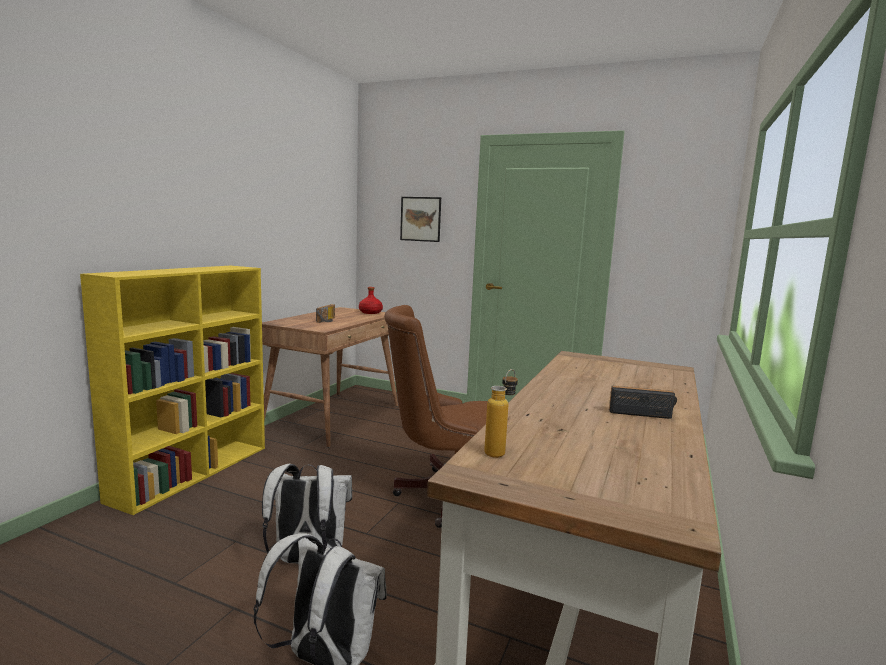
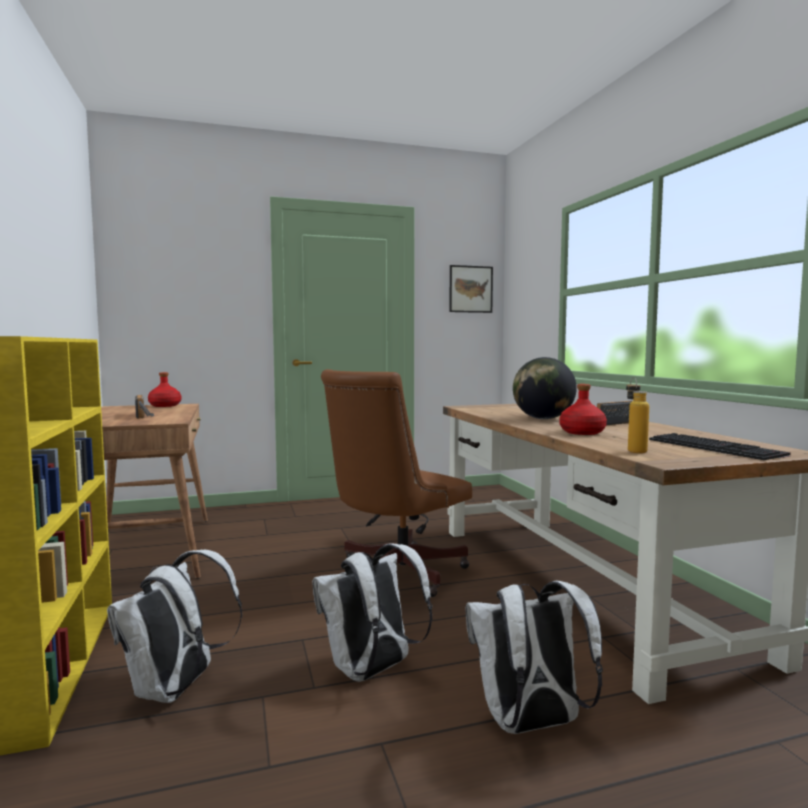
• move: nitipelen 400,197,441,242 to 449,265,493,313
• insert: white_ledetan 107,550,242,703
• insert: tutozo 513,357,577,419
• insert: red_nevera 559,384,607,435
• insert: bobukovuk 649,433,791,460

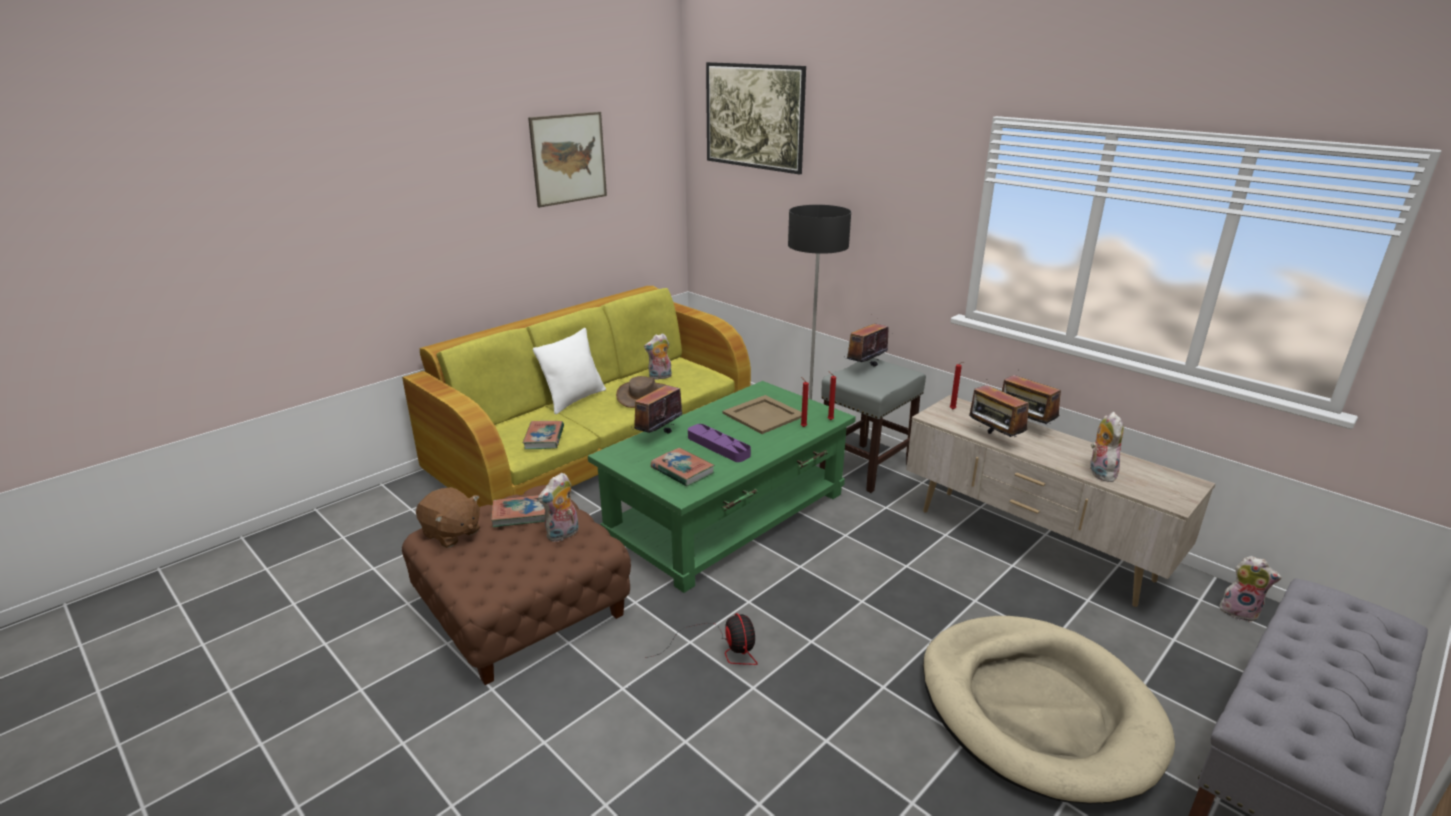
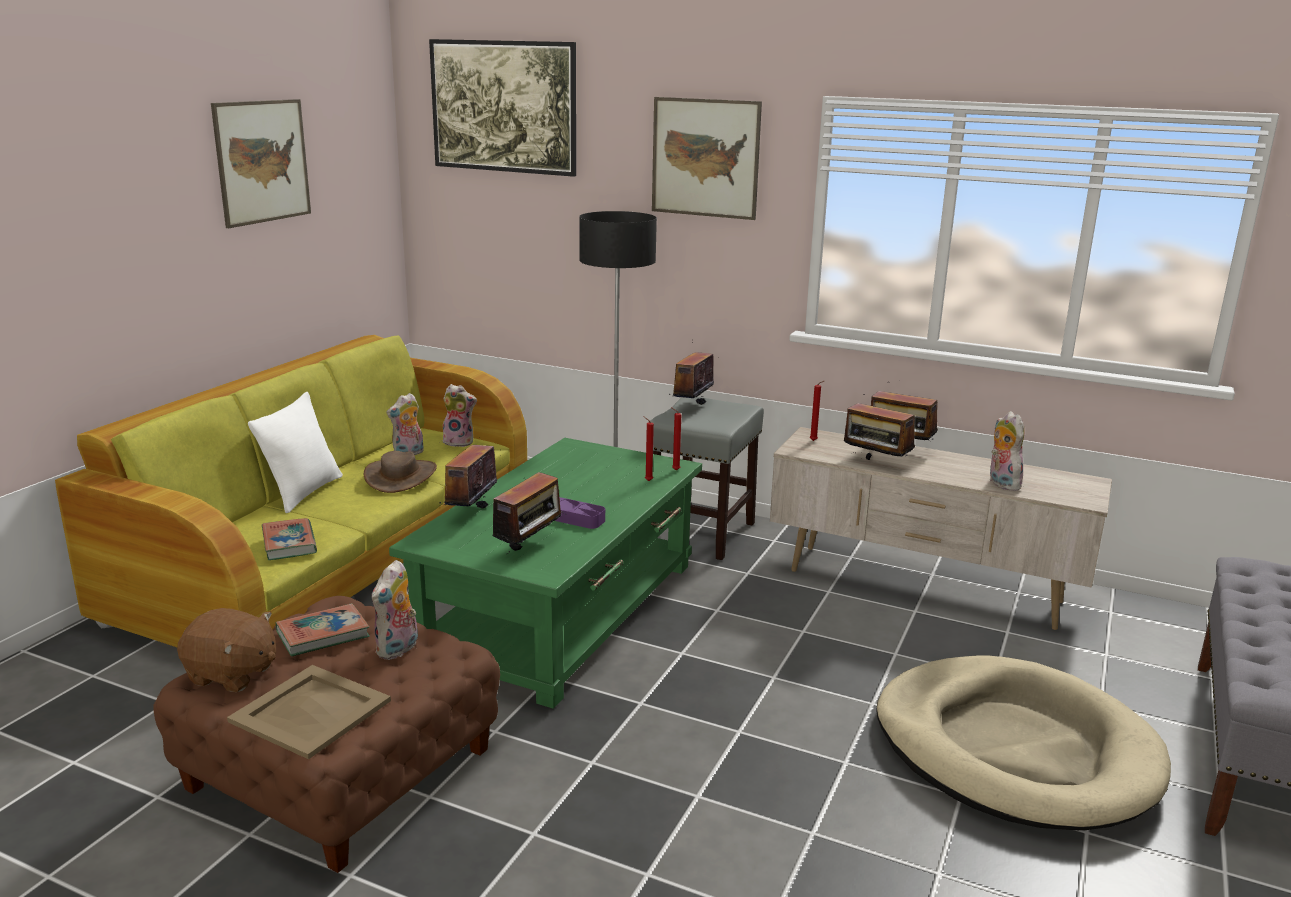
• delete: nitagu 645,613,758,665
• replace: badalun 651,448,715,487 to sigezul 485,472,566,554
• move: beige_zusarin 723,395,802,434 to 227,665,391,759
• move: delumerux 1219,556,1282,622 to 443,384,477,447
• insert: nitipelen 652,97,762,220

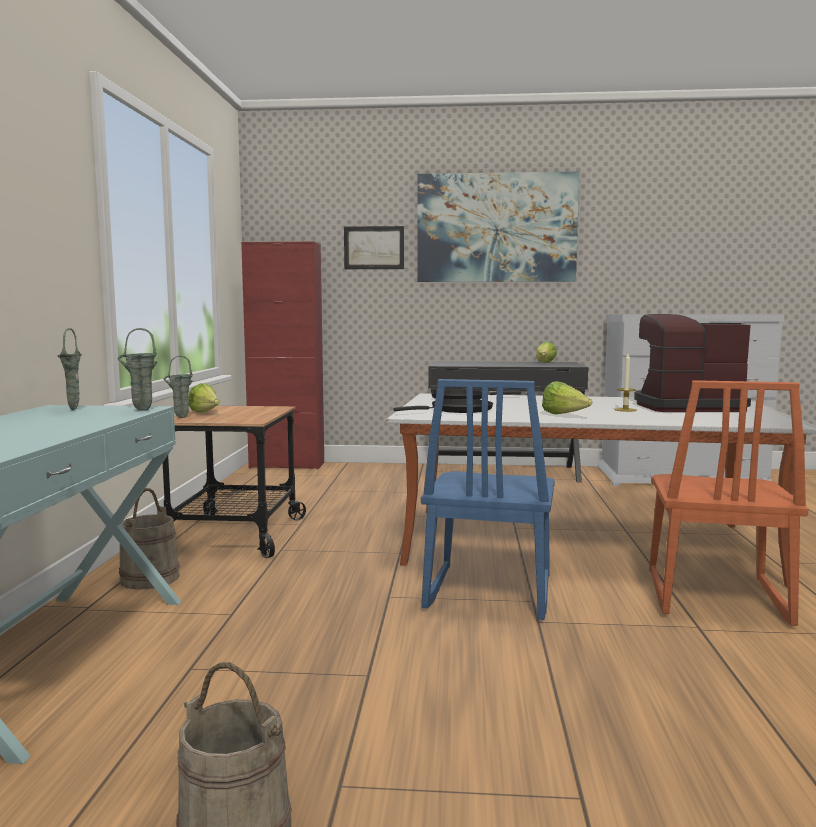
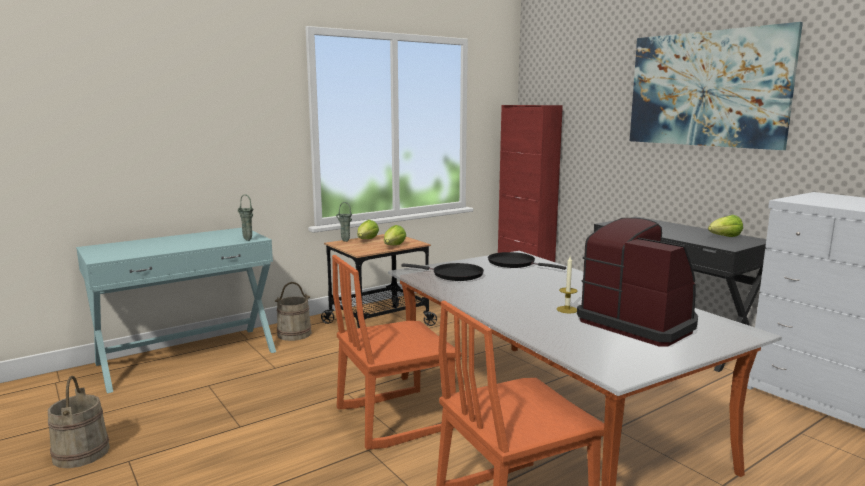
• delete: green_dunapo 57,328,82,410
• delete: nitipelen 344,226,404,269
• recolor: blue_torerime 421,379,555,620 to orange_torerime 332,255,462,450
• move: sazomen 542,381,592,414 to 384,225,406,245

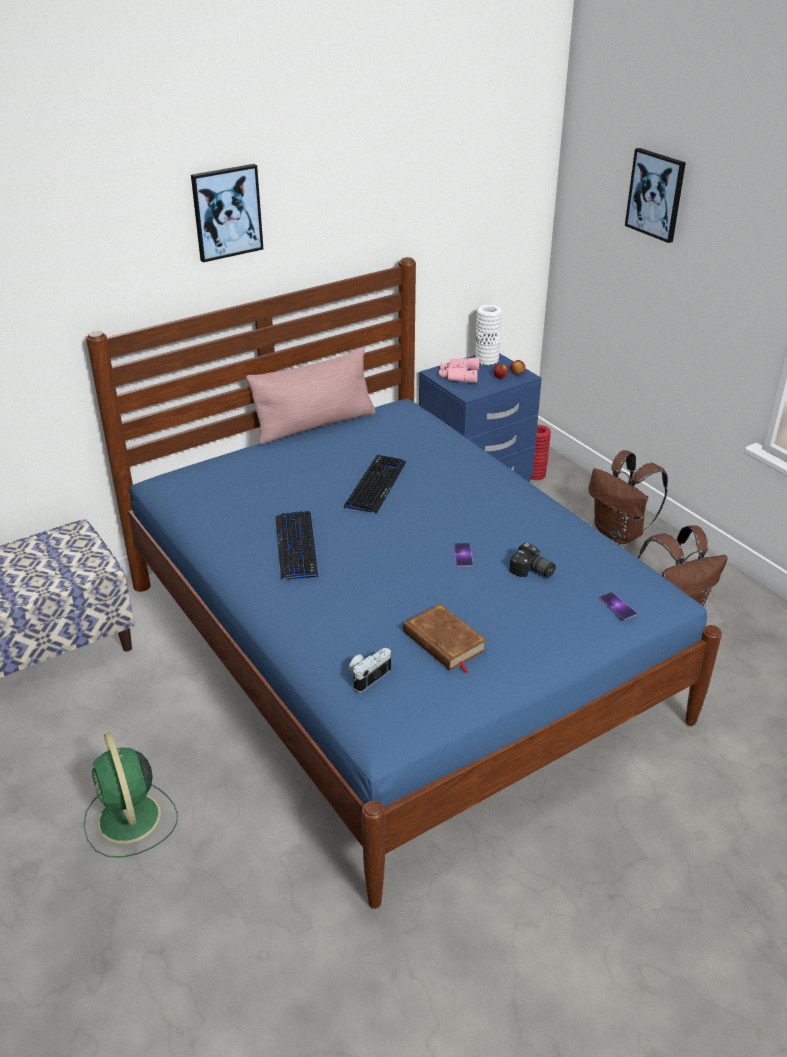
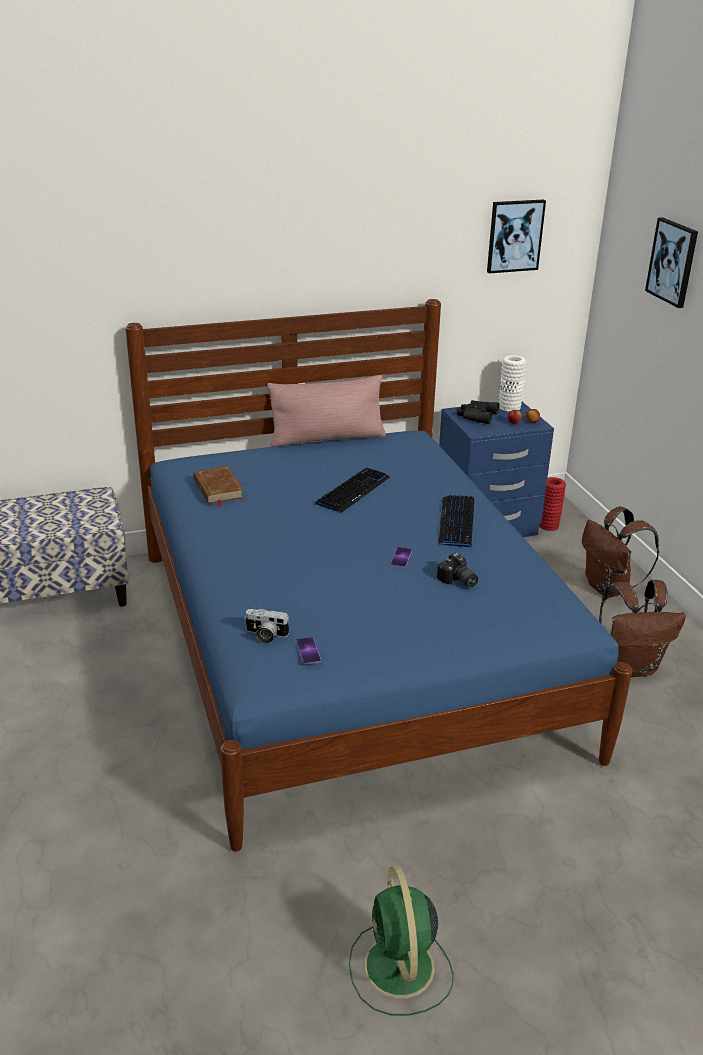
• move: green_nitagu 83,732,178,858 to 349,866,454,1016
• move: nitipelen 191,164,263,262 to 487,199,546,273
• move: bobukovuk 275,511,318,579 to 439,495,474,548
• rotate: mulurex 349,648,391,692 = 246,609,290,643 135 degrees counterclockwise
• move: brown_badalun 403,604,487,674 to 194,466,244,507
• recolor: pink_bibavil 439,357,479,383 to black_bibavil 457,400,500,424
• move: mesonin 599,592,637,620 to 296,637,321,664

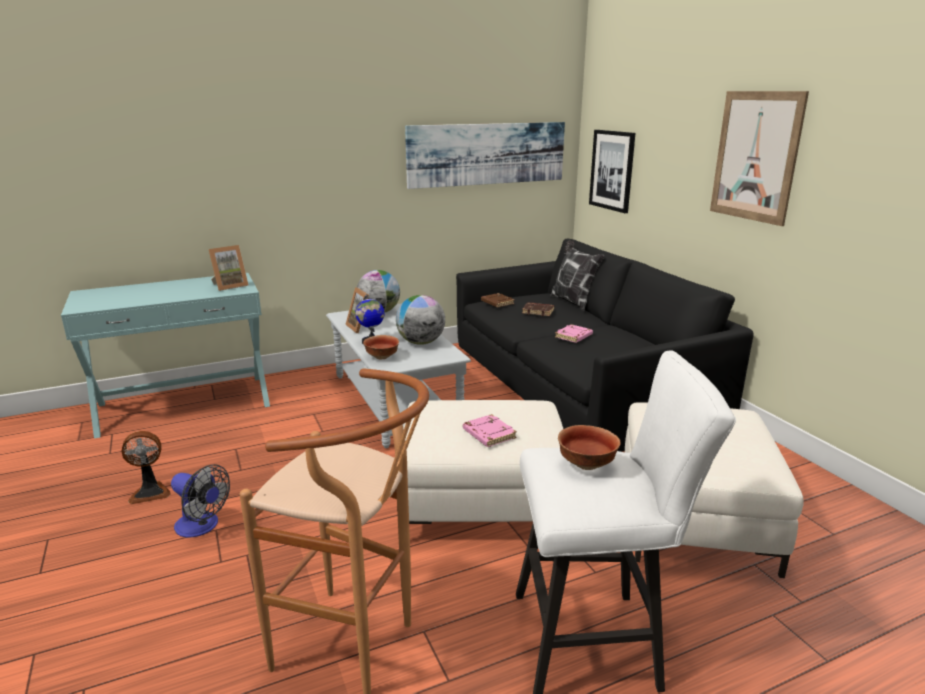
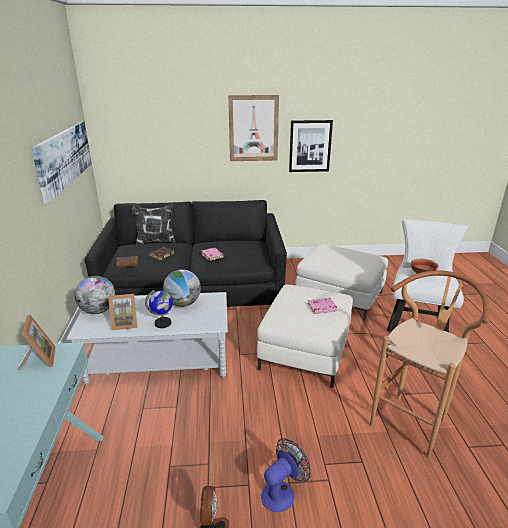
• delete: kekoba 363,335,399,359
• move: nitipelen 589,130,635,213 to 289,120,333,172

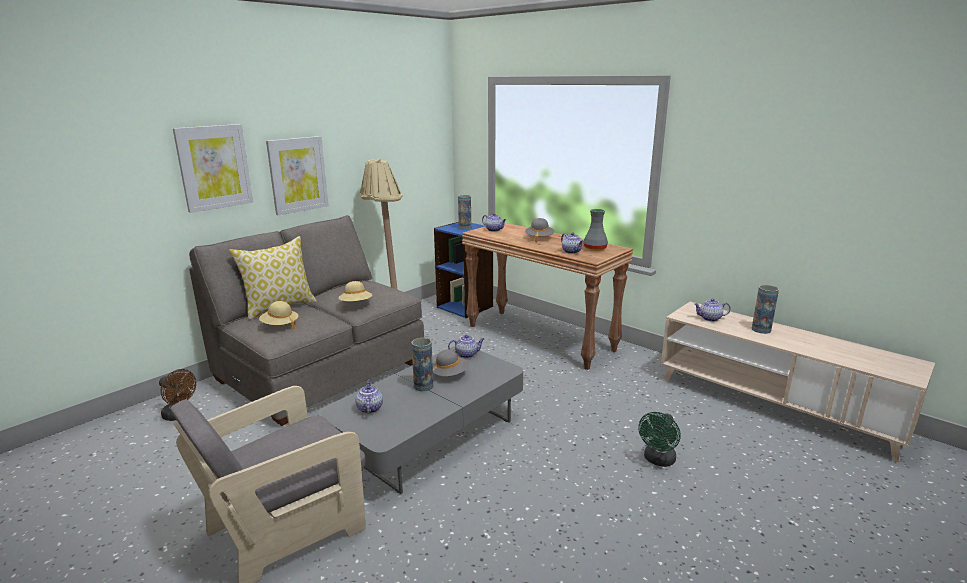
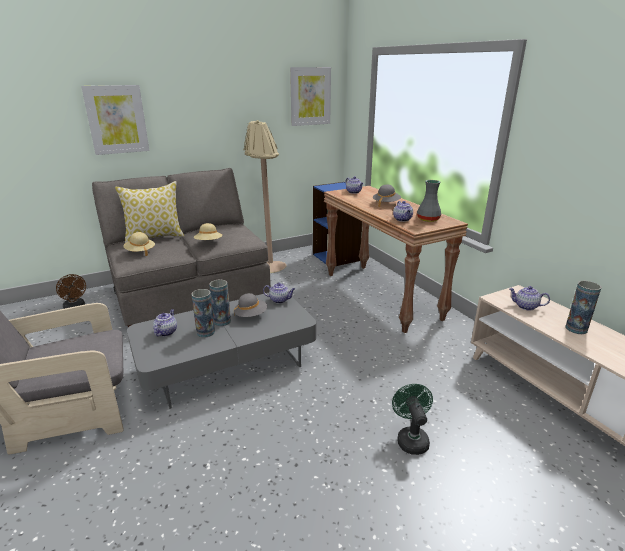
• move: nitipelen 266,136,329,215 to 290,67,331,126
• move: dunapo 458,195,471,230 to 191,289,215,338
• rotate: green_nitagu 638,412,681,467 = 392,384,433,455 120 degrees clockwise

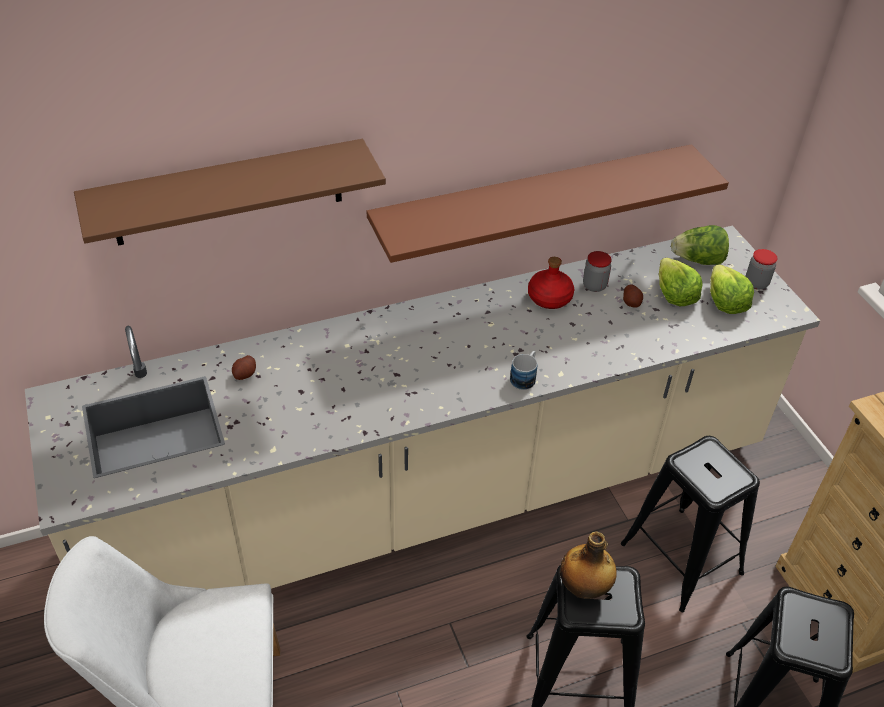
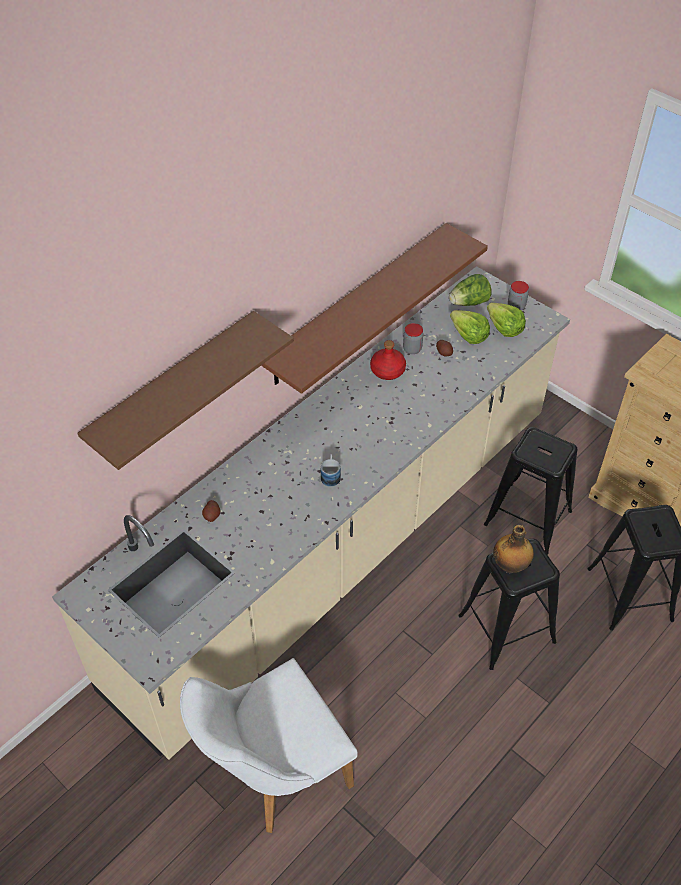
• move: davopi 510,351,537,390 to 321,454,341,487

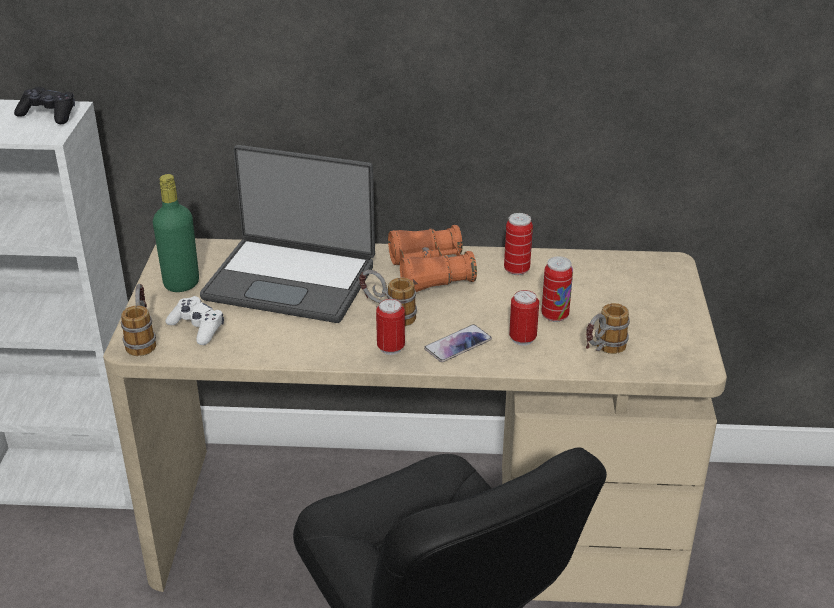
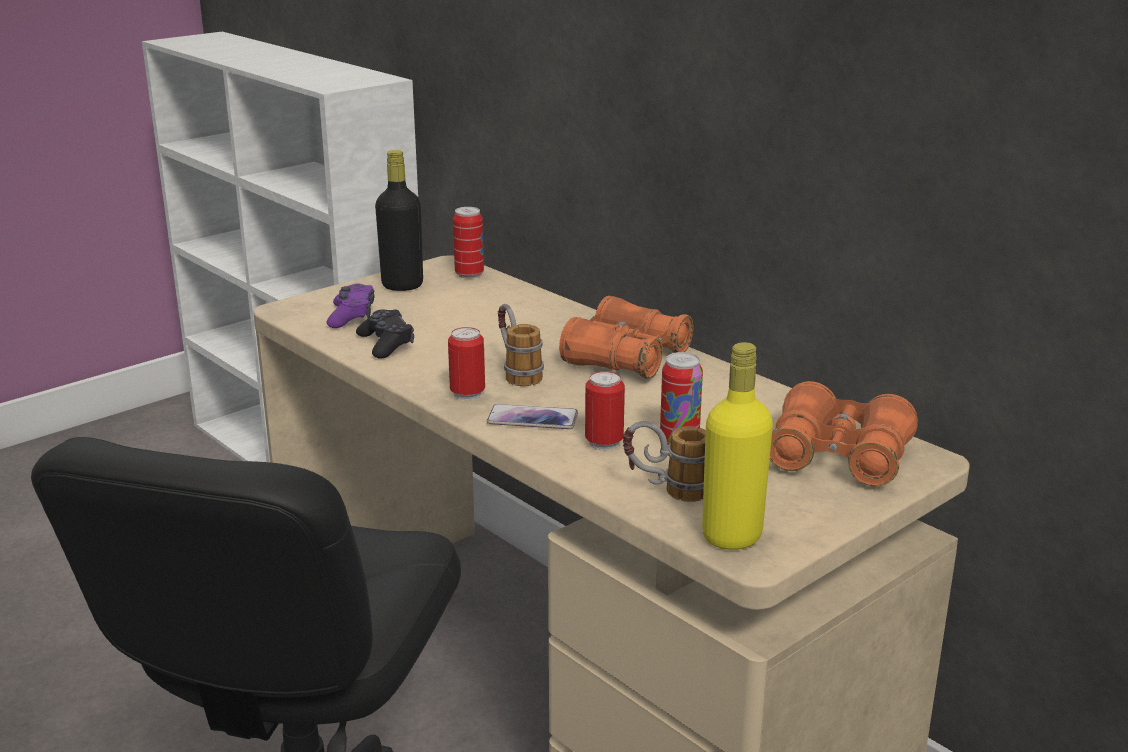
• move: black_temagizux 14,87,75,124 to 356,309,414,359
• delete: davopi 121,284,156,356
• recolor: green_nevera 153,174,199,292 to black_nevera 375,150,423,291
• recolor: white_temagizux 165,296,224,345 to purple_temagizux 327,283,374,328
• delete: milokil 200,145,375,323
• move: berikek 504,213,533,275 to 453,207,484,278
• insert: yellow_nevera 702,342,773,550
• insert: orange_bibavil 770,381,918,487

